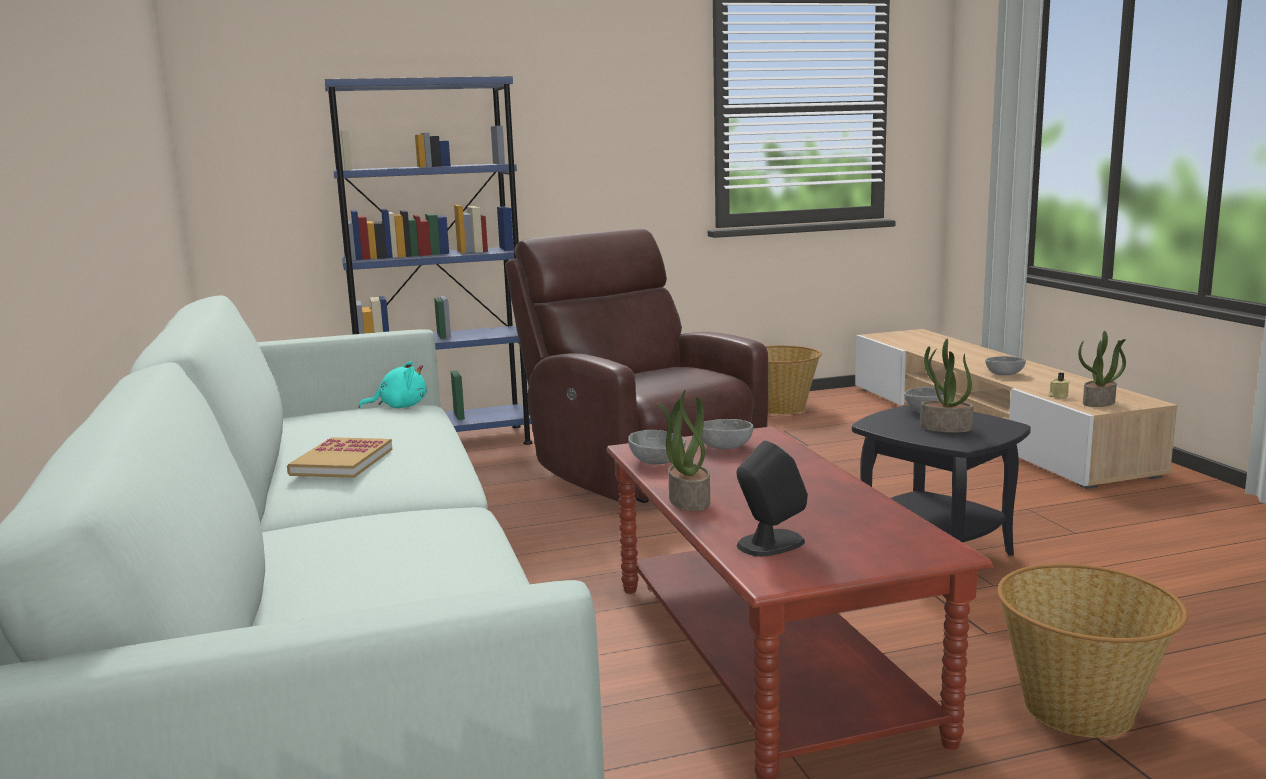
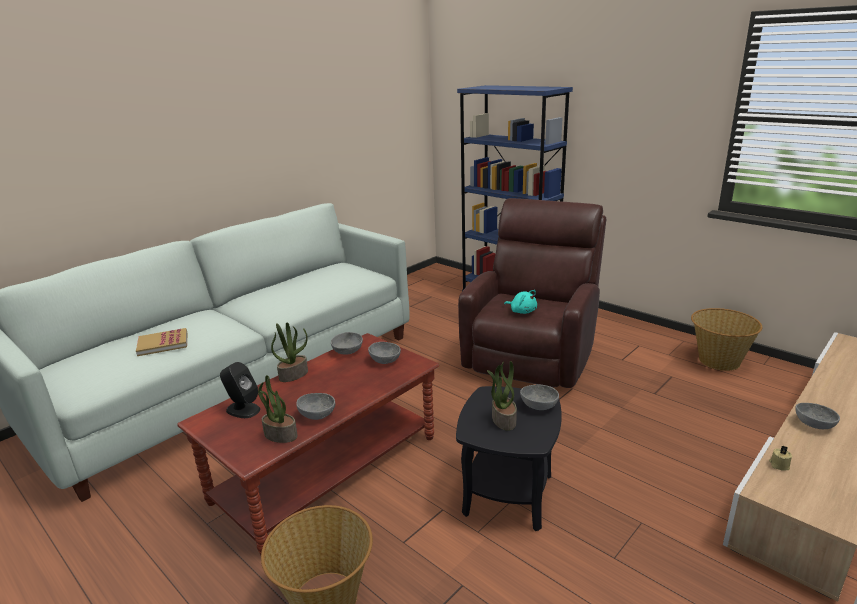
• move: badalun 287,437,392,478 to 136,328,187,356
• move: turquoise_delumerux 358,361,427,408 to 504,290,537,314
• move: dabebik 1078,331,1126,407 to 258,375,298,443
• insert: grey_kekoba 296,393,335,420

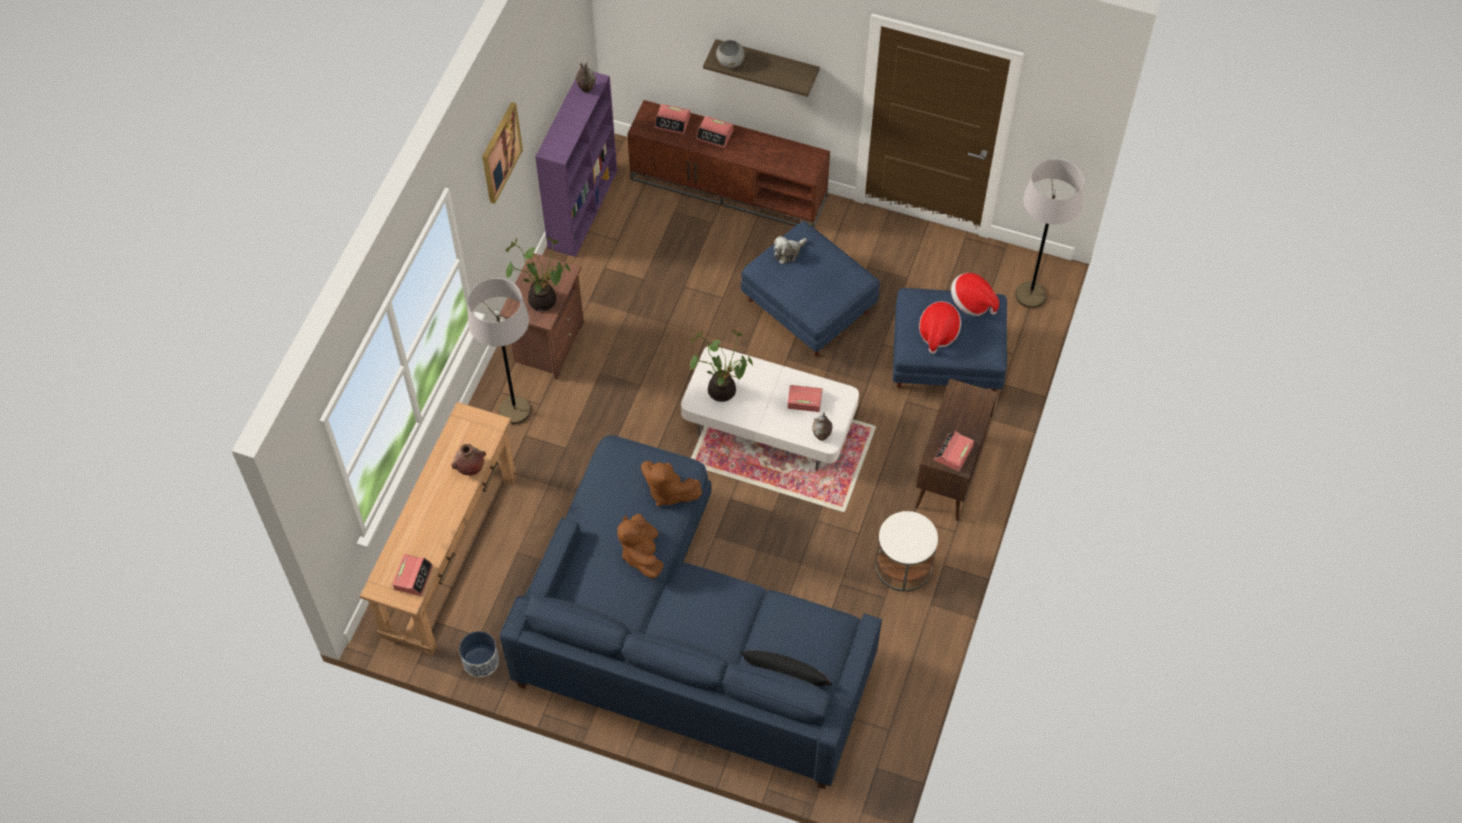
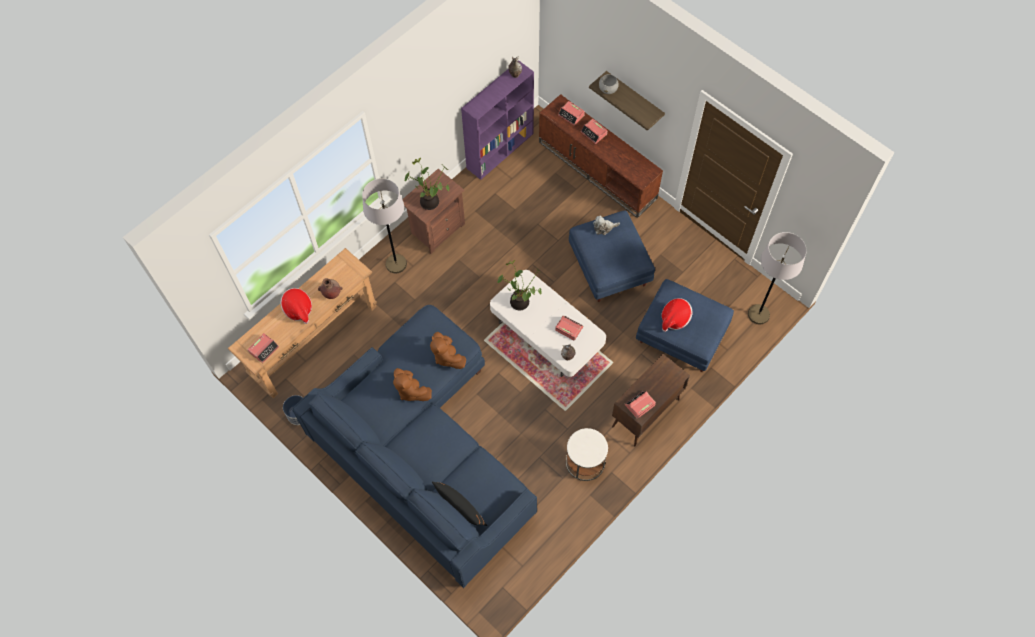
• delete: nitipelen 482,102,523,204
• rotate: brown_delumerux 617,514,663,578 = 393,368,432,401 60 degrees counterclockwise
• move: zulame 951,273,999,316 to 280,288,312,324

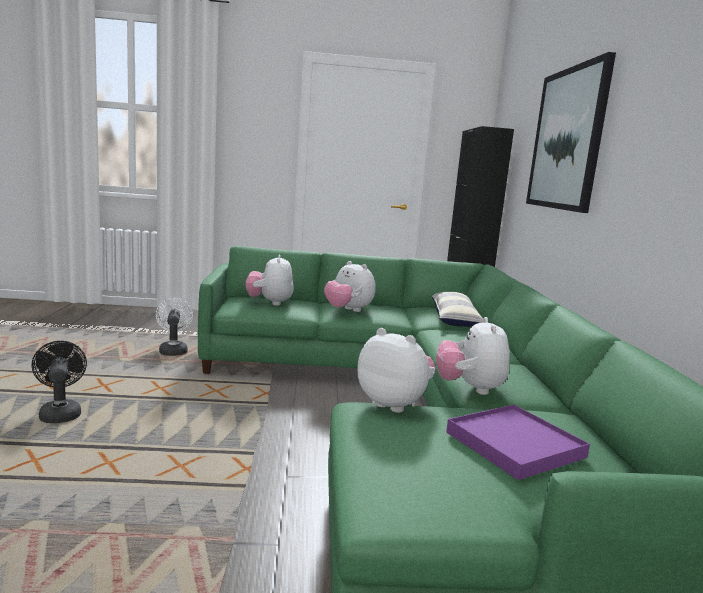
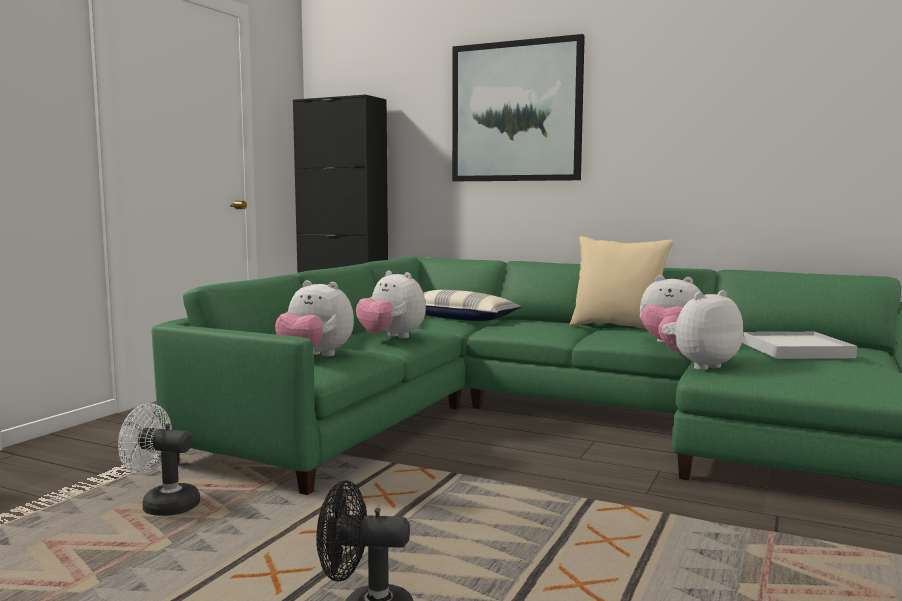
• rotate: delumerux 324,261,375,312 = 356,271,426,338 60 degrees clockwise
• recolor: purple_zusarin 446,405,590,480 to white_zusarin 742,332,857,359
• insert: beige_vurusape 569,236,674,329

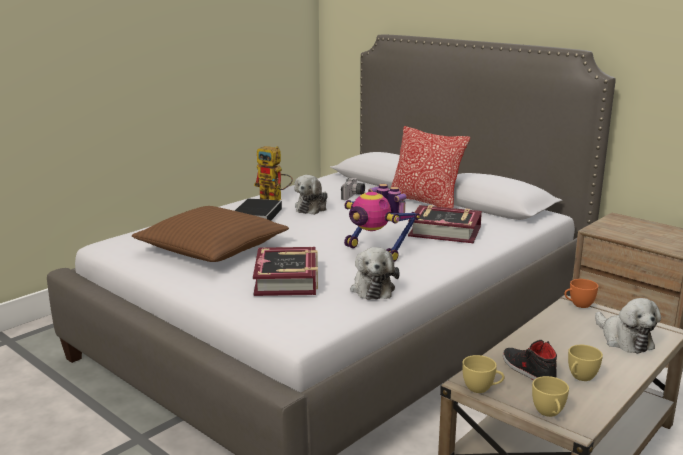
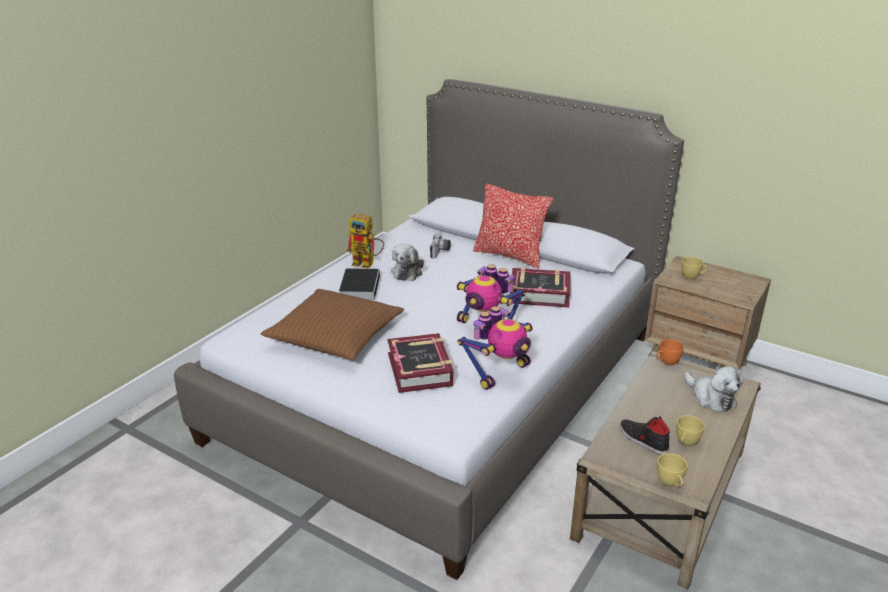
• replace: delumerux 350,247,400,300 to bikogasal 457,306,532,390
• move: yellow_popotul 462,355,505,393 to 681,257,708,279

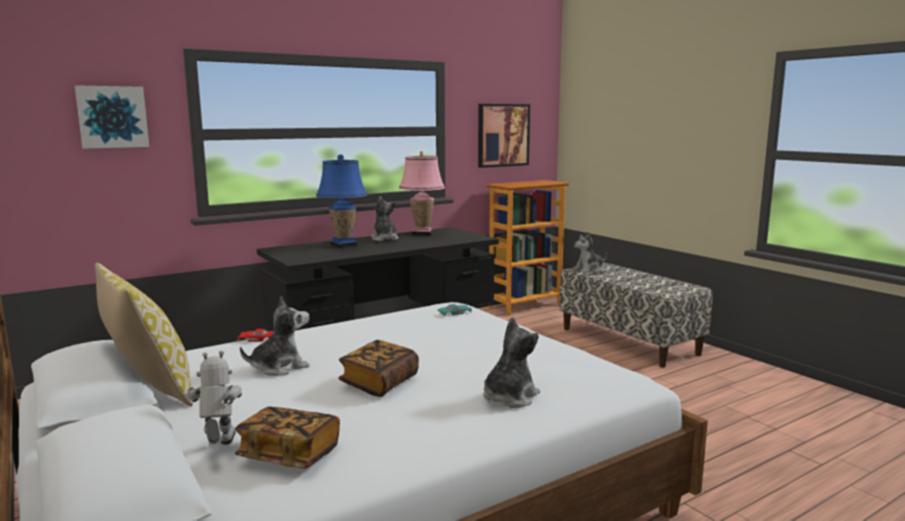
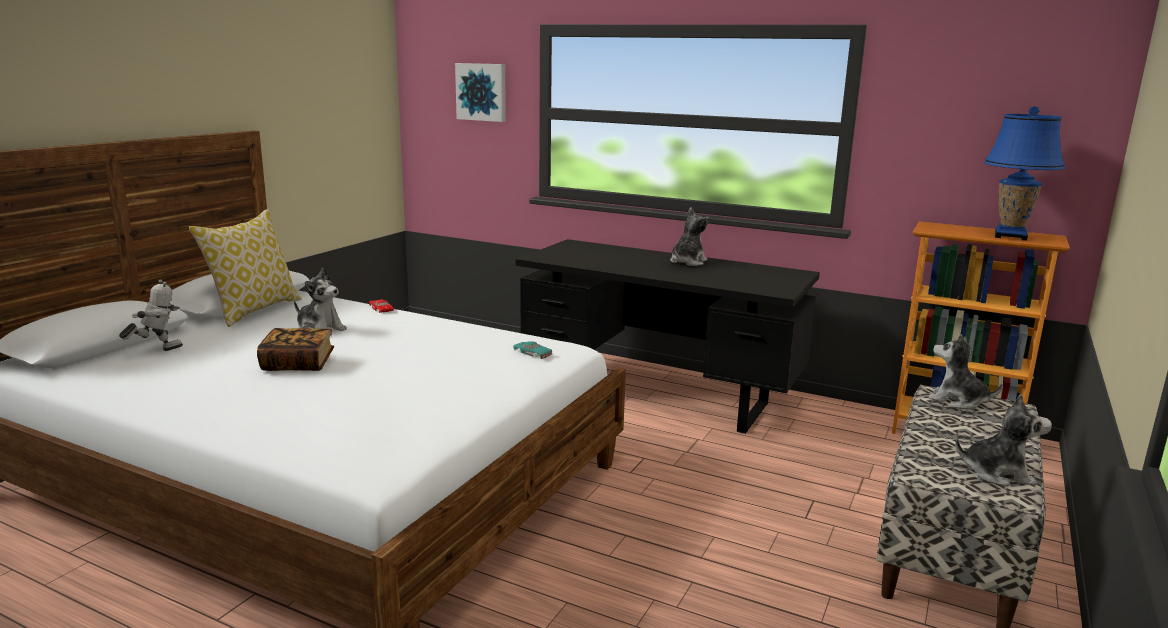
• delete: badalun 235,407,340,468
• move: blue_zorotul 316,154,367,248 to 984,106,1065,241
• delete: pink_zorotul 399,151,445,235
• delete: nitipelen 478,104,530,168
• move: delumerux 483,317,540,408 to 955,394,1052,487

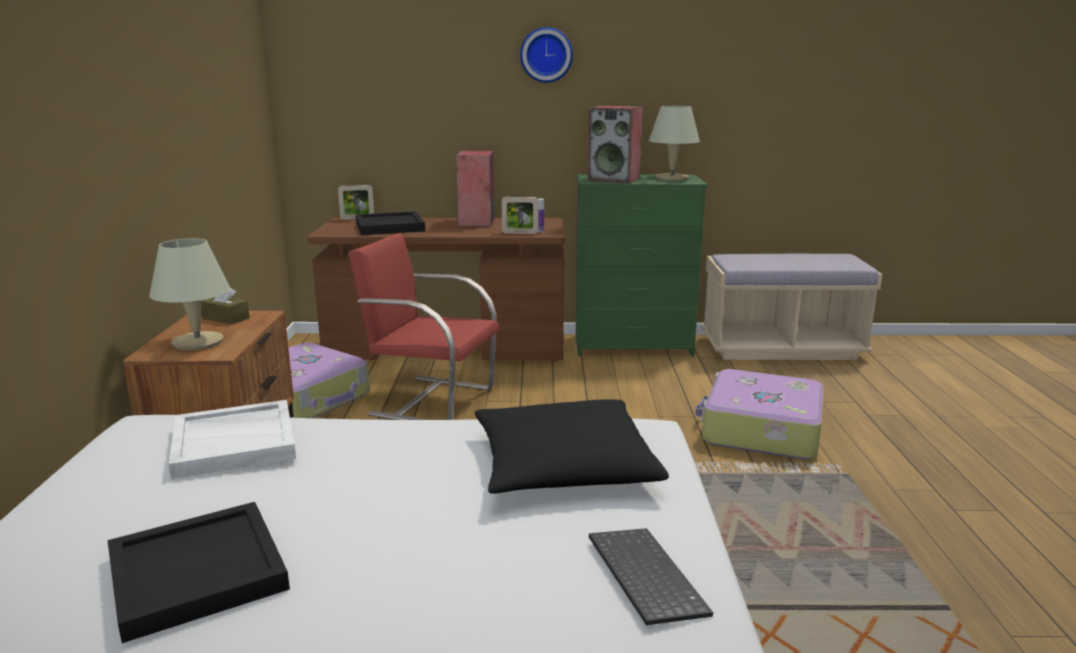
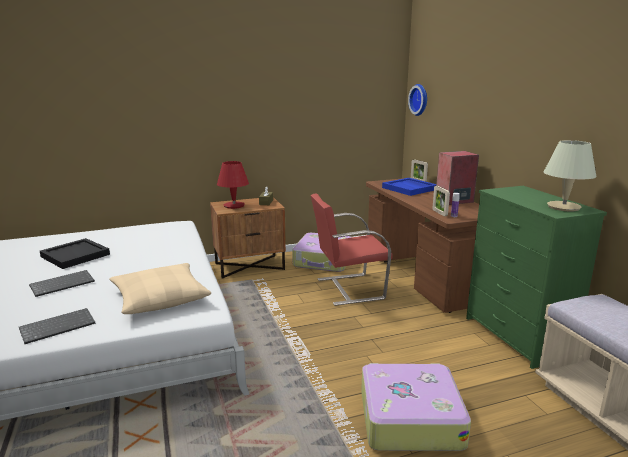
• recolor: beige_zorotul 149,238,230,351 to red_zorotul 217,161,249,209
• delete: white_zusarin 169,400,296,479
• rotate: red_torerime 348,233,499,420 = 311,193,392,306 105 degrees counterclockwise
• recolor: black_zusarin 356,211,425,235 to blue_zusarin 382,178,436,196
• recolor: black_vurusape 475,399,669,493 to beige_vurusape 109,263,211,314
• move: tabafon 520,27,573,83 to 408,84,427,116
• delete: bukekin 587,106,643,183
• insert: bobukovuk 29,270,95,297

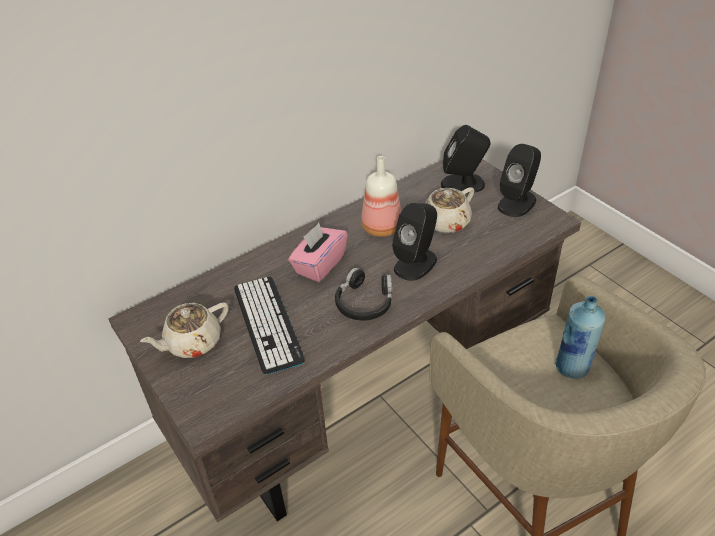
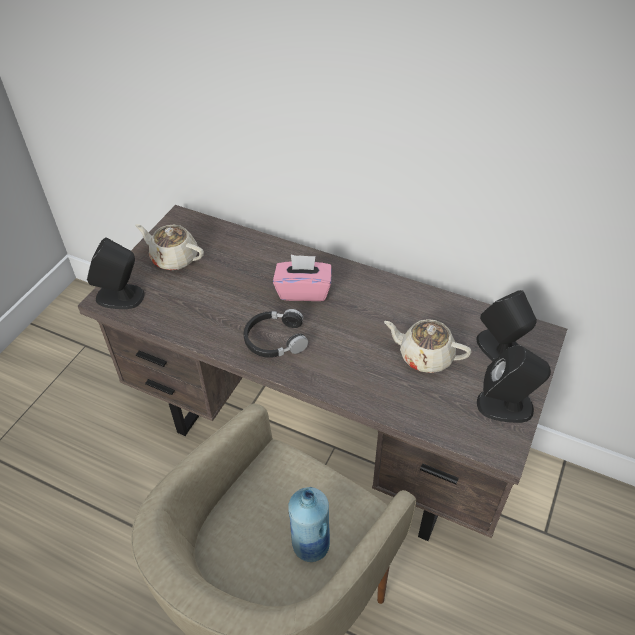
• delete: bobukovuk 234,276,305,374
• delete: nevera 361,156,401,237
• move: black_bukekin 392,203,437,281 to 87,237,145,309

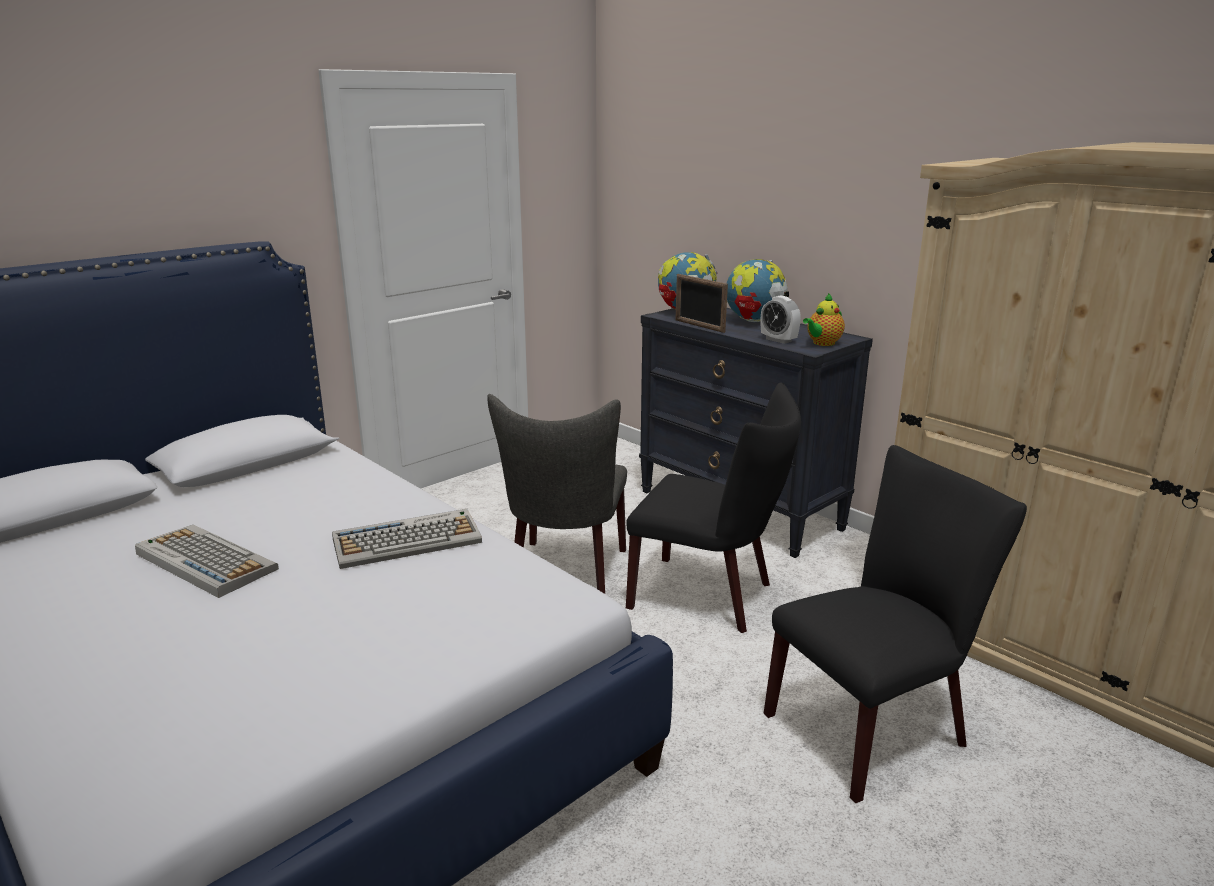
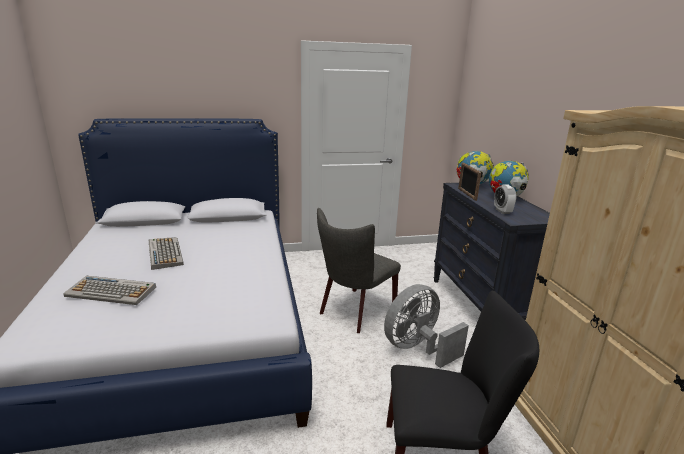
• move: bobukovuk 332,509,482,569 to 63,276,156,305
• replace: black_torerime 626,382,801,633 to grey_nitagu 384,284,469,368
• delete: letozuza 803,293,845,346

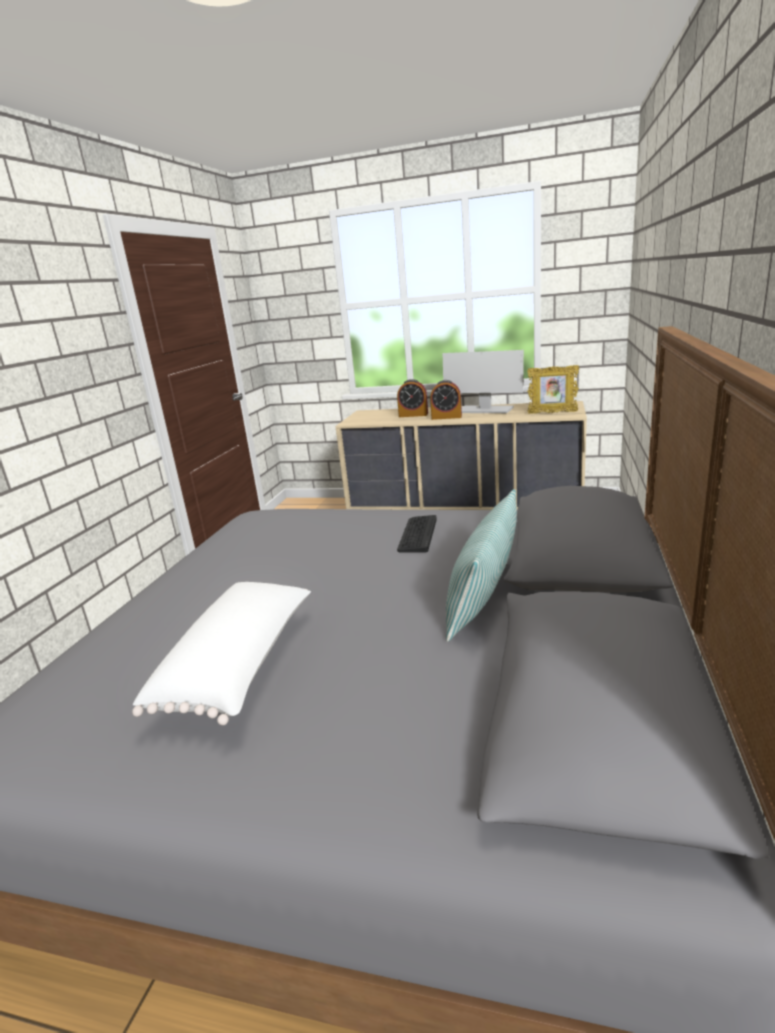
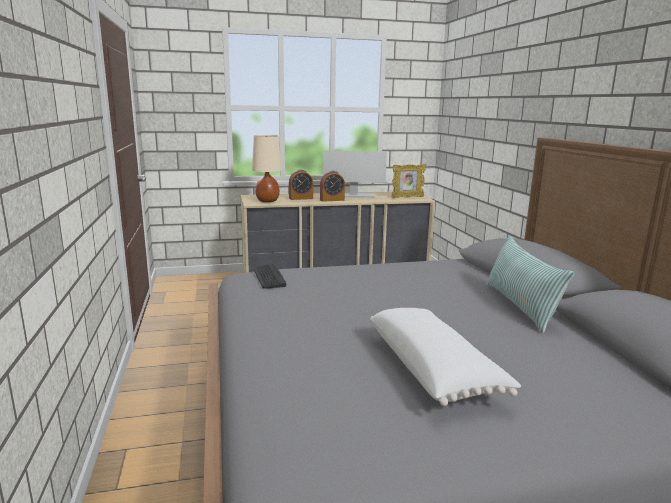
• move: bobukovuk 397,515,437,553 to 254,264,286,289
• insert: beige_zorotul 252,135,282,202

